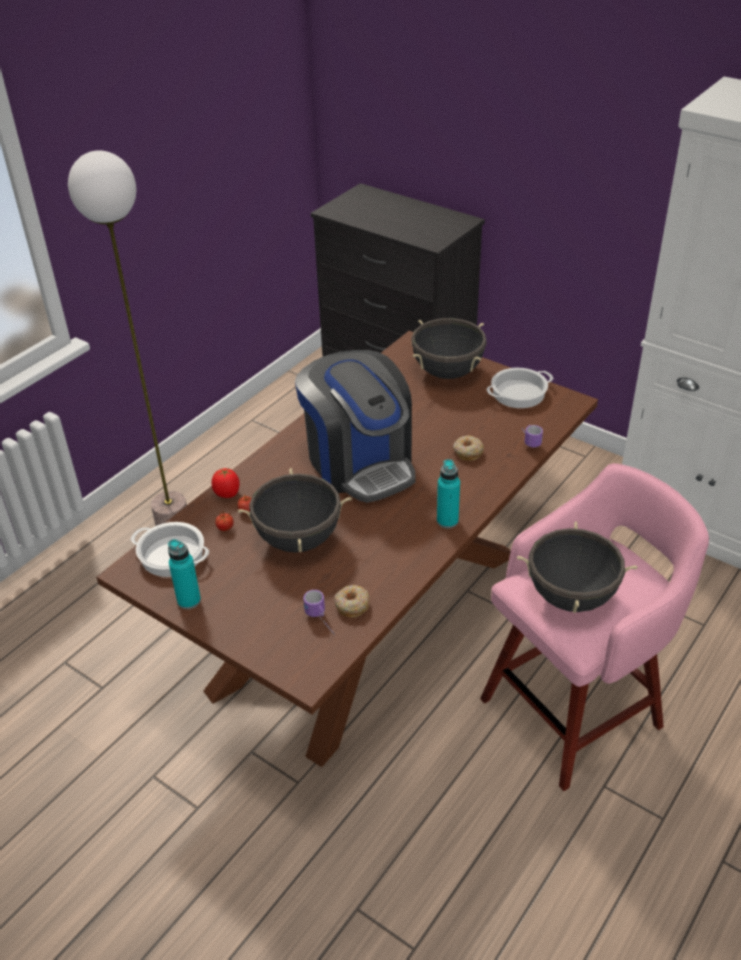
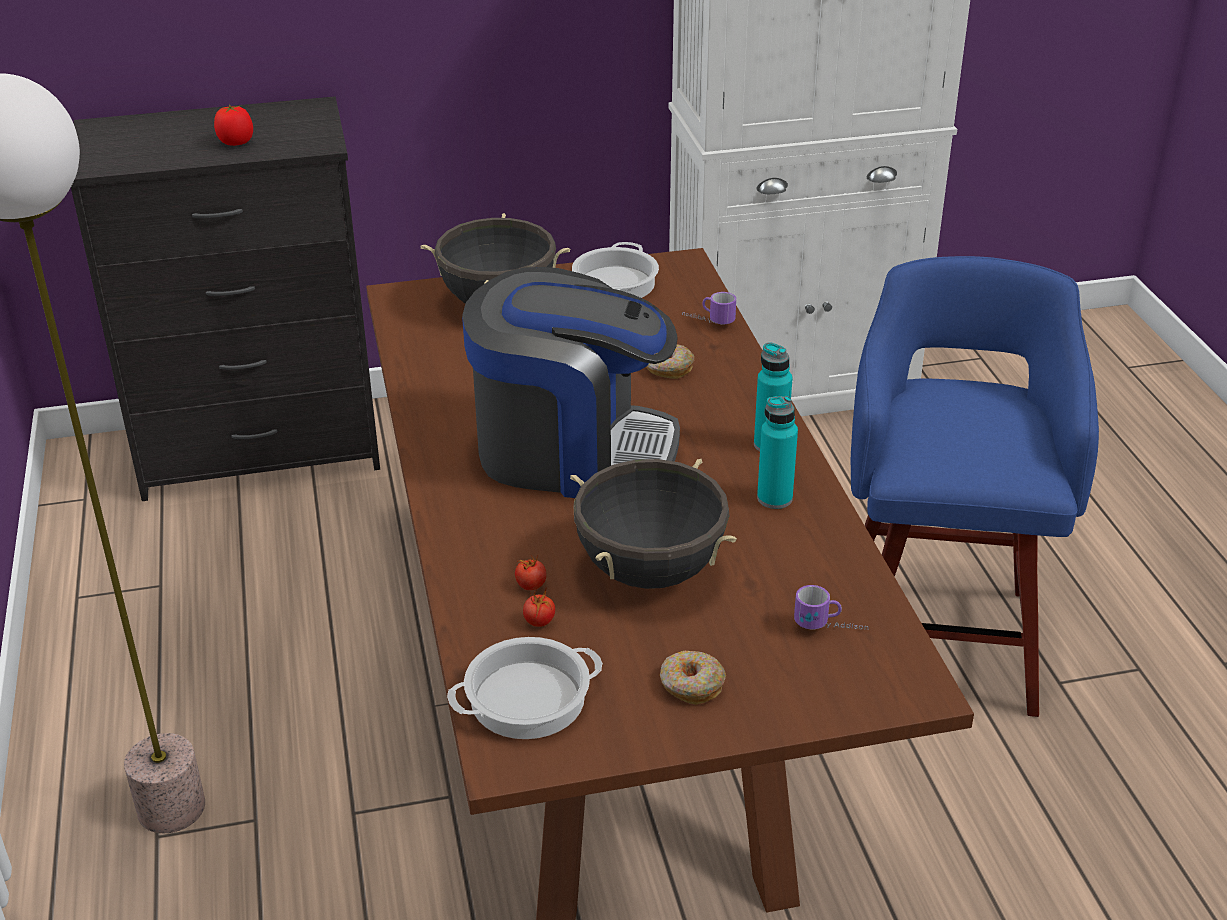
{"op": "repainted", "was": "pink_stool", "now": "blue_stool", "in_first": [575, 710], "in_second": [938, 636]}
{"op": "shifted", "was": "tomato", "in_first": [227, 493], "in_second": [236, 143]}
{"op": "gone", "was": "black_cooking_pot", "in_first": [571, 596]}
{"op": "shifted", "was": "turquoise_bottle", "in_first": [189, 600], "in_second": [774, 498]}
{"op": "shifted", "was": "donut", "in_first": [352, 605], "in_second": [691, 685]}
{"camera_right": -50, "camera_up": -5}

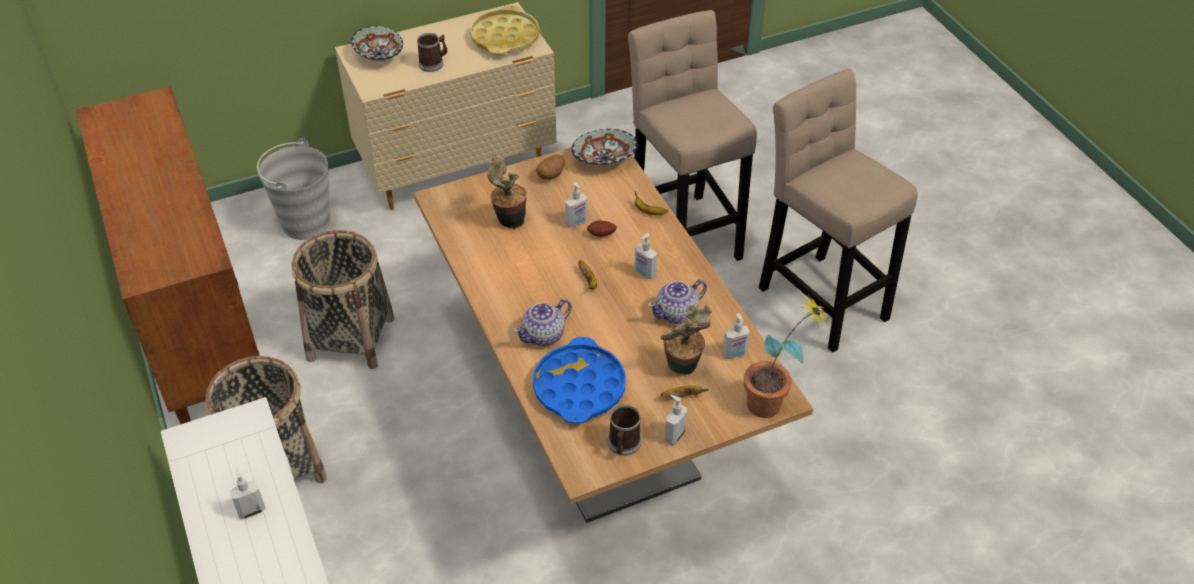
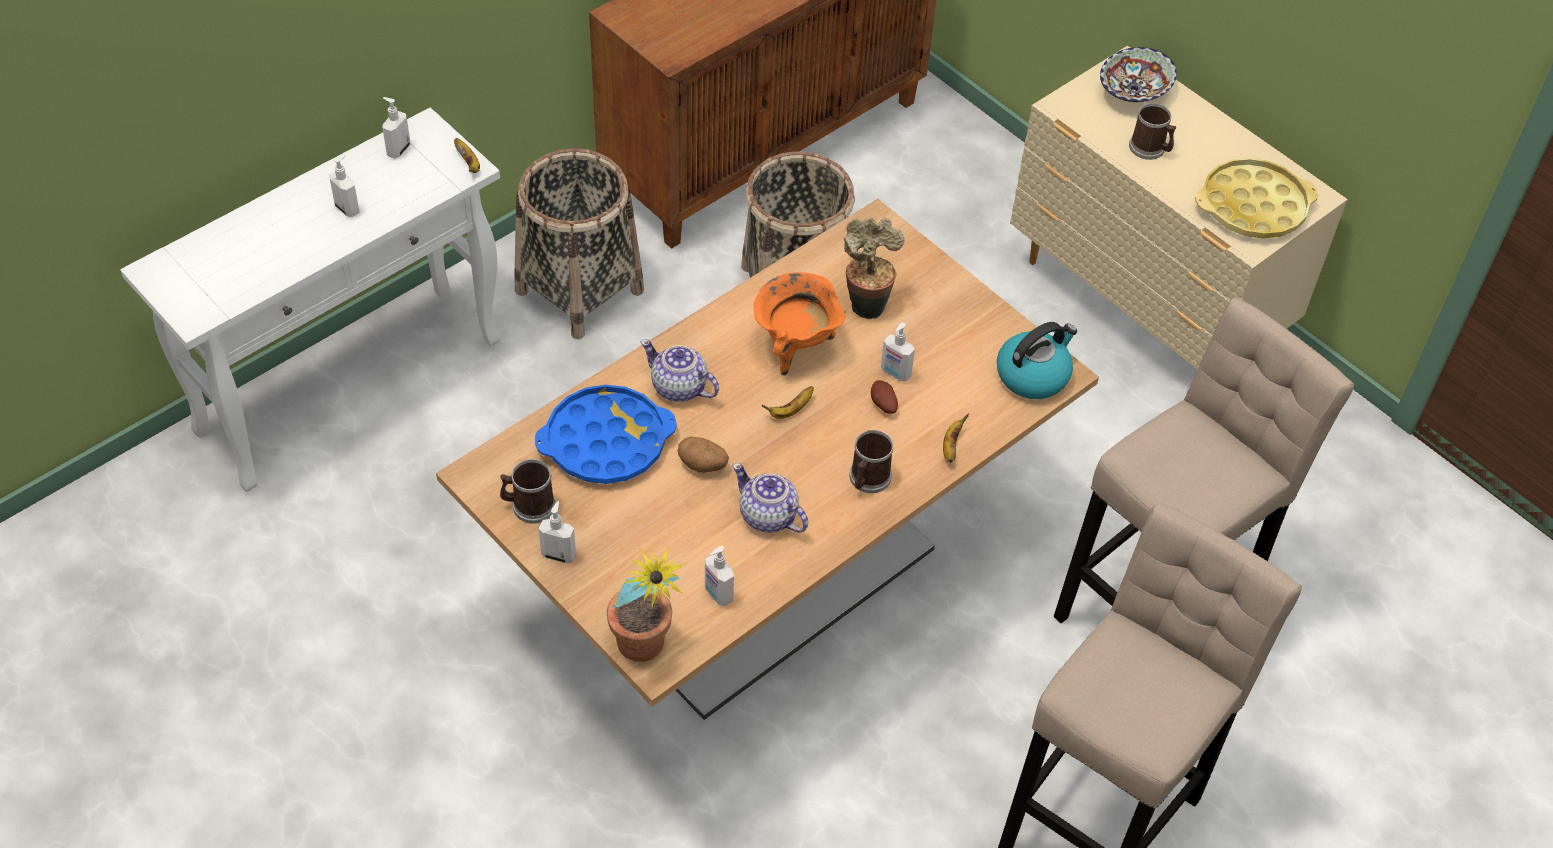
{"op": "swapped", "was": "bowl", "now": "kettle", "in_first": [604, 161], "in_second": [1033, 375]}
{"op": "gone", "was": "grey_bucket", "in_first": [305, 223]}
{"op": "shifted", "was": "potato", "in_first": [551, 175], "in_second": [703, 464]}
{"op": "shifted", "was": "soap_dispenser", "in_first": [644, 273], "in_second": [398, 149]}
{"op": "gone", "was": "potted_plant", "in_first": [683, 369]}
{"op": "shifted", "was": "banana", "in_first": [682, 396], "in_second": [469, 163]}
{"op": "new", "now": "orange_cooking_pot", "in_second": [795, 347]}
{"op": "new", "now": "mug", "in_second": [867, 480]}
{"camera_right": 70, "camera_up": 5}

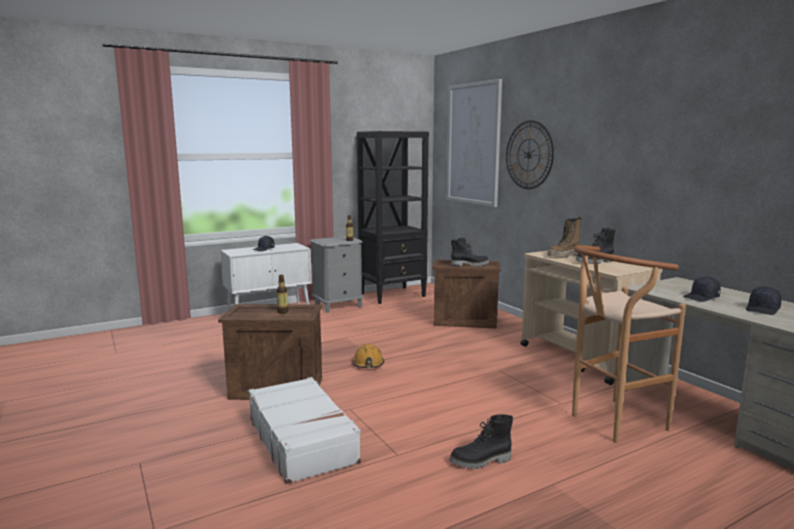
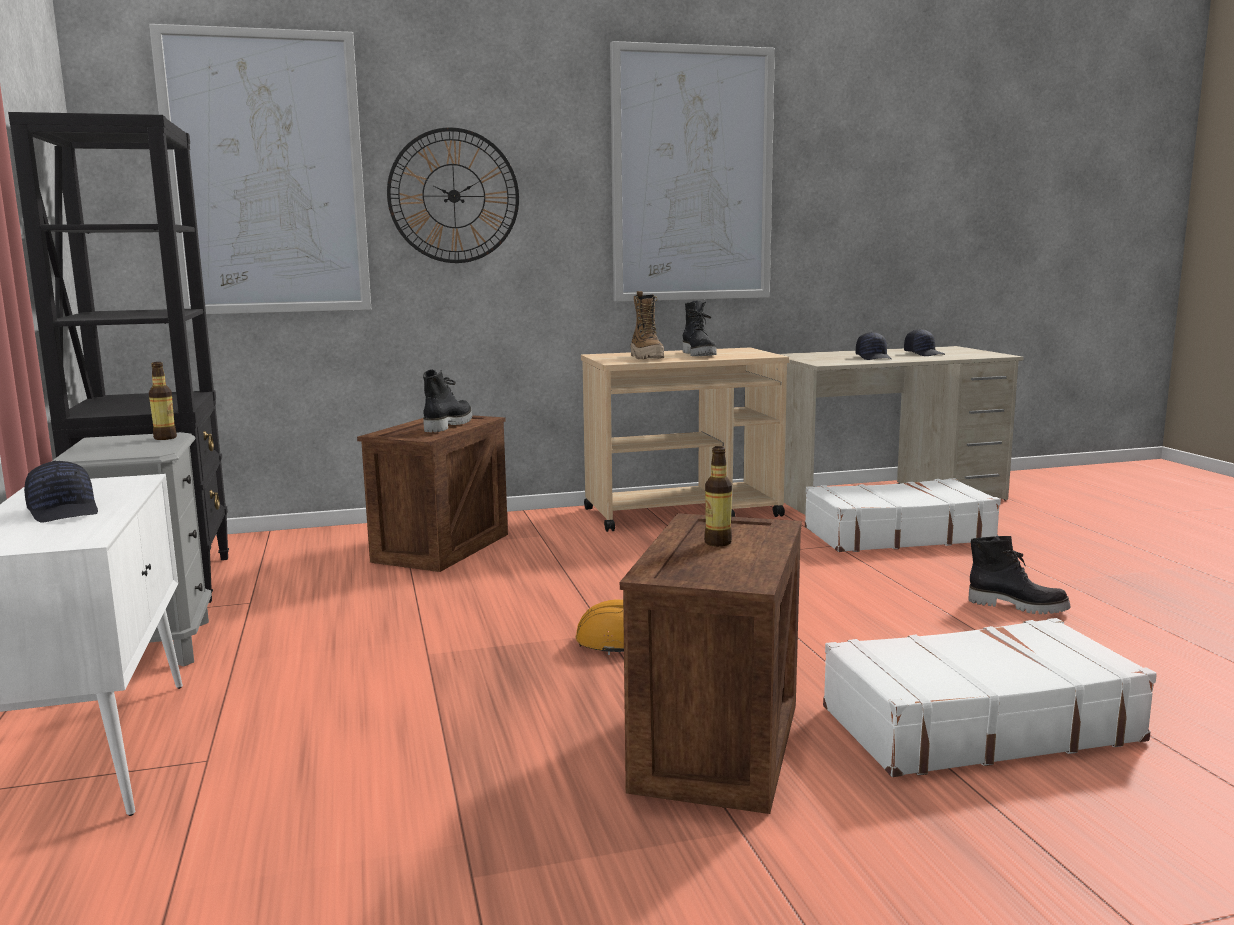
{"op": "swapped", "was": "brown_stool", "now": "white_suitcase", "in_first": [610, 423], "in_second": [897, 534]}
{"op": "rotated", "was": "black_boot", "in_first": [481, 462], "in_second": [1017, 606], "clockwise": -60}
{"op": "new", "now": "picture", "in_second": [692, 175]}
{"camera_right": -75, "camera_up": 0}

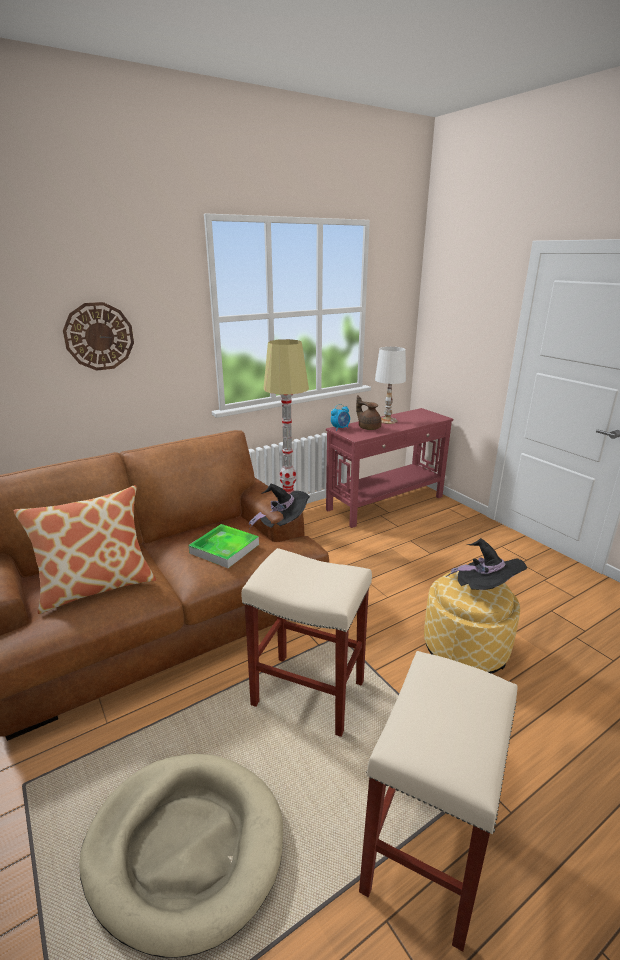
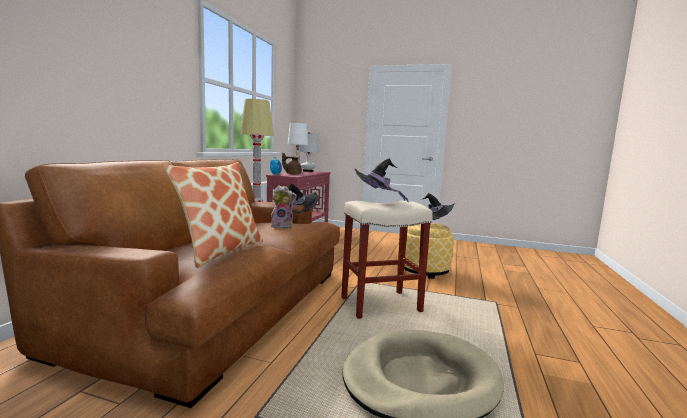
{"op": "gone", "was": "wall_clock", "in_first": [99, 336]}
{"op": "swapped", "was": "tray", "now": "plush_toy", "in_first": [224, 549], "in_second": [282, 226]}
{"op": "gone", "was": "beige_stool", "in_first": [427, 855]}
{"op": "new", "now": "white_table_lamp", "in_second": [308, 171]}
{"op": "new", "now": "black_hat", "in_second": [376, 201]}
{"camera_right": -40, "camera_up": -15}

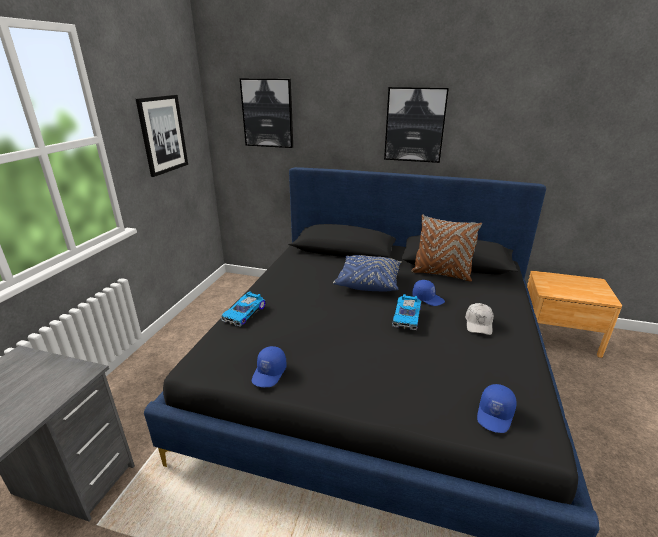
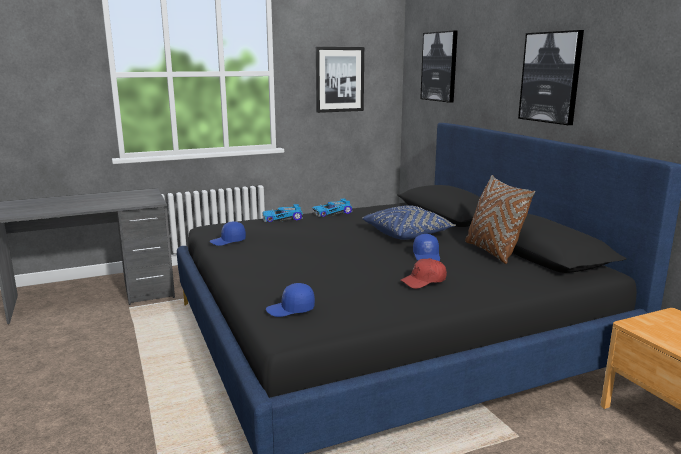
{"op": "shifted", "was": "toy_car", "in_first": [407, 317], "in_second": [332, 213]}
{"op": "repainted", "was": "white_cap", "now": "red_cap", "in_first": [478, 324], "in_second": [424, 281]}
{"camera_right": 50, "camera_up": -10}

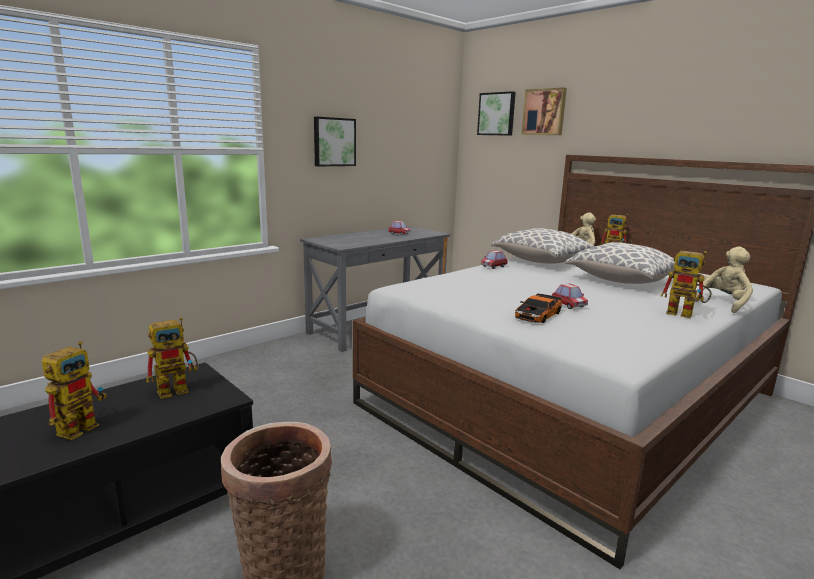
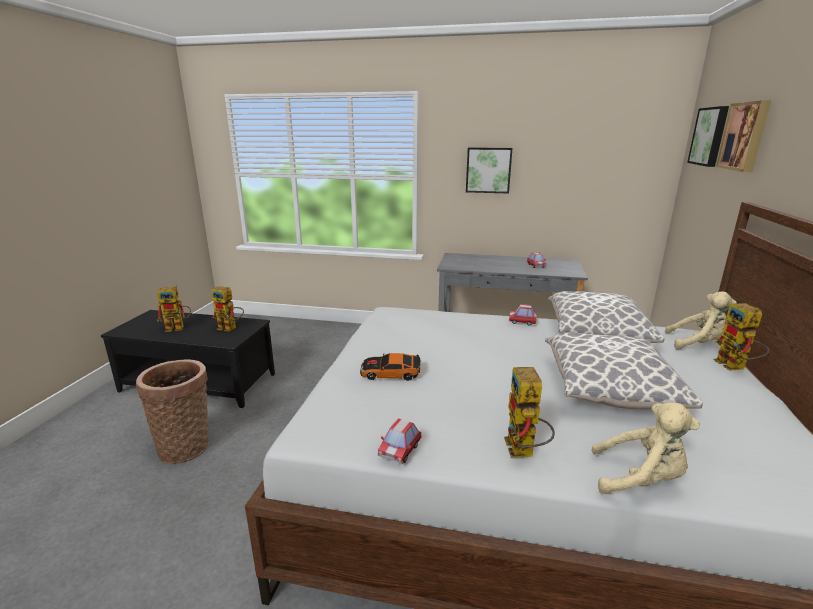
{"op": "shifted", "was": "toy_car", "in_first": [568, 305], "in_second": [400, 450]}
{"camera_right": 55, "camera_up": 5}

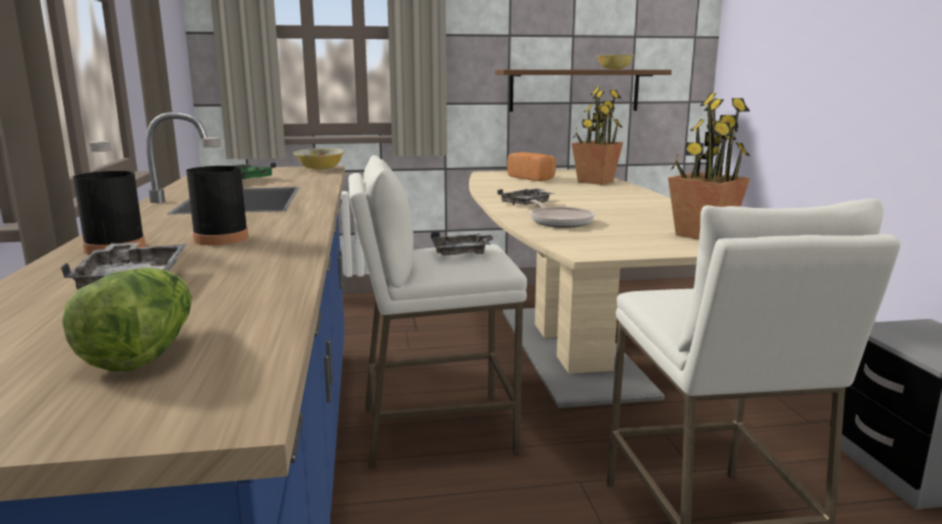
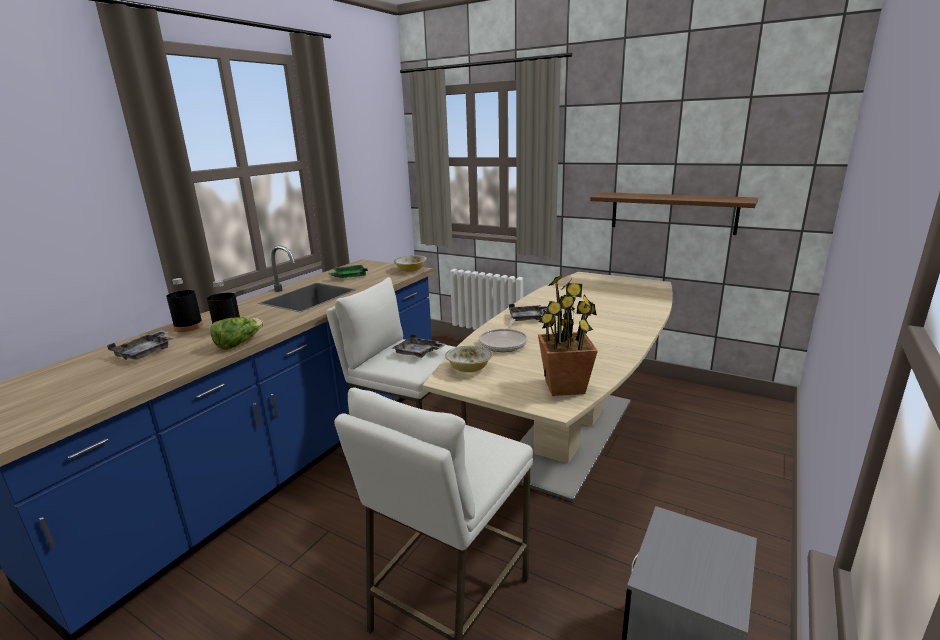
{"op": "shifted", "was": "bowl", "in_first": [614, 69], "in_second": [469, 368]}
{"op": "gone", "was": "potted_plant", "in_first": [595, 181]}
{"op": "gone", "was": "bread", "in_first": [532, 178]}
{"op": "shifted", "was": "lettuce", "in_first": [142, 351], "in_second": [238, 343]}
{"camera_right": 40, "camera_up": 5}

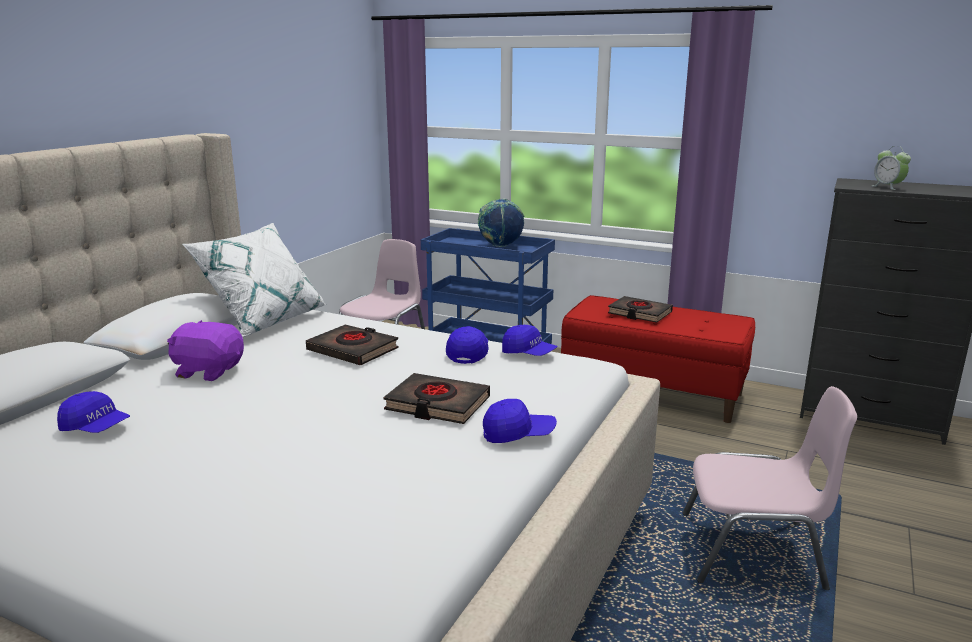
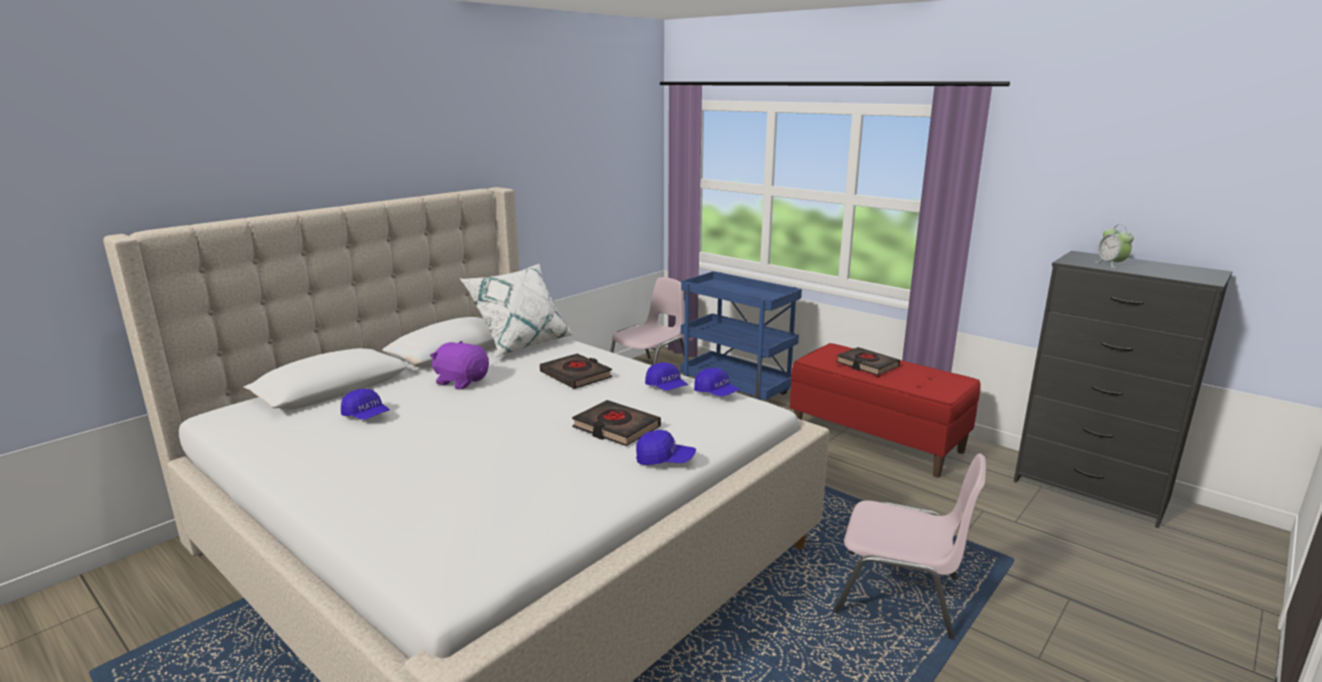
{"op": "gone", "was": "globe", "in_first": [500, 246]}
{"op": "rotated", "was": "blue_cap", "in_first": [468, 353], "in_second": [666, 387], "clockwise": 120}
{"camera_right": 15, "camera_up": 0}

